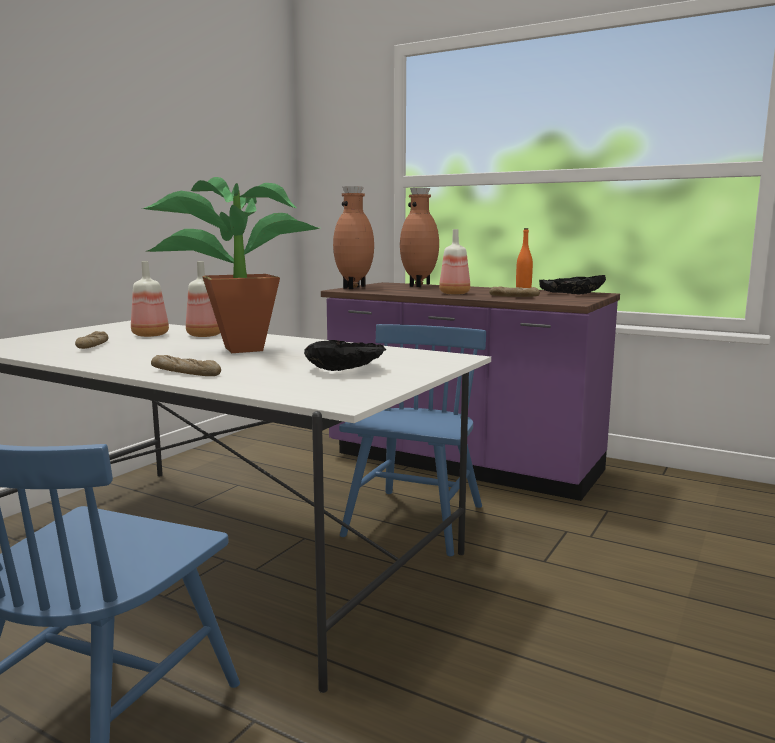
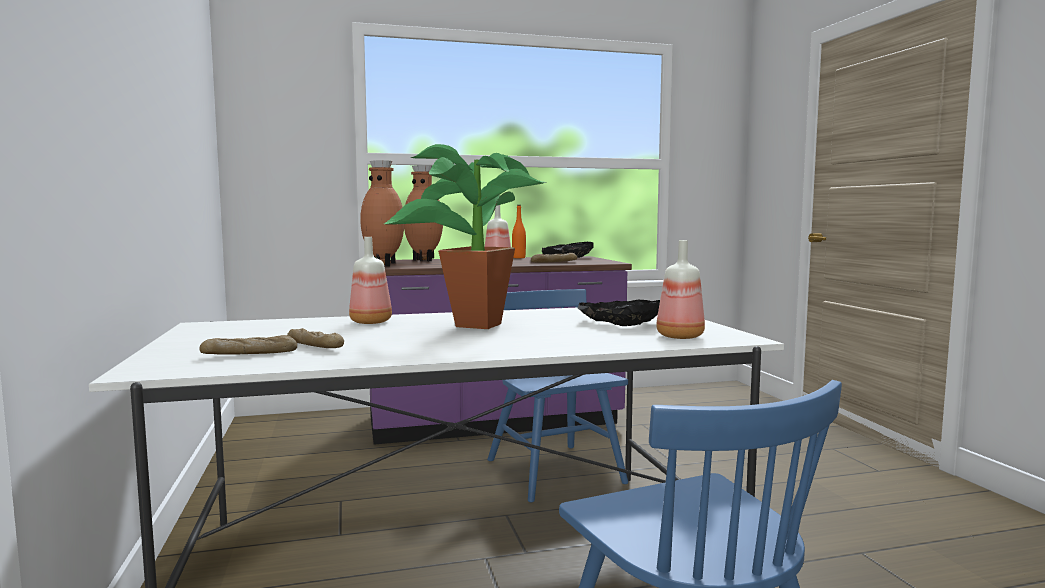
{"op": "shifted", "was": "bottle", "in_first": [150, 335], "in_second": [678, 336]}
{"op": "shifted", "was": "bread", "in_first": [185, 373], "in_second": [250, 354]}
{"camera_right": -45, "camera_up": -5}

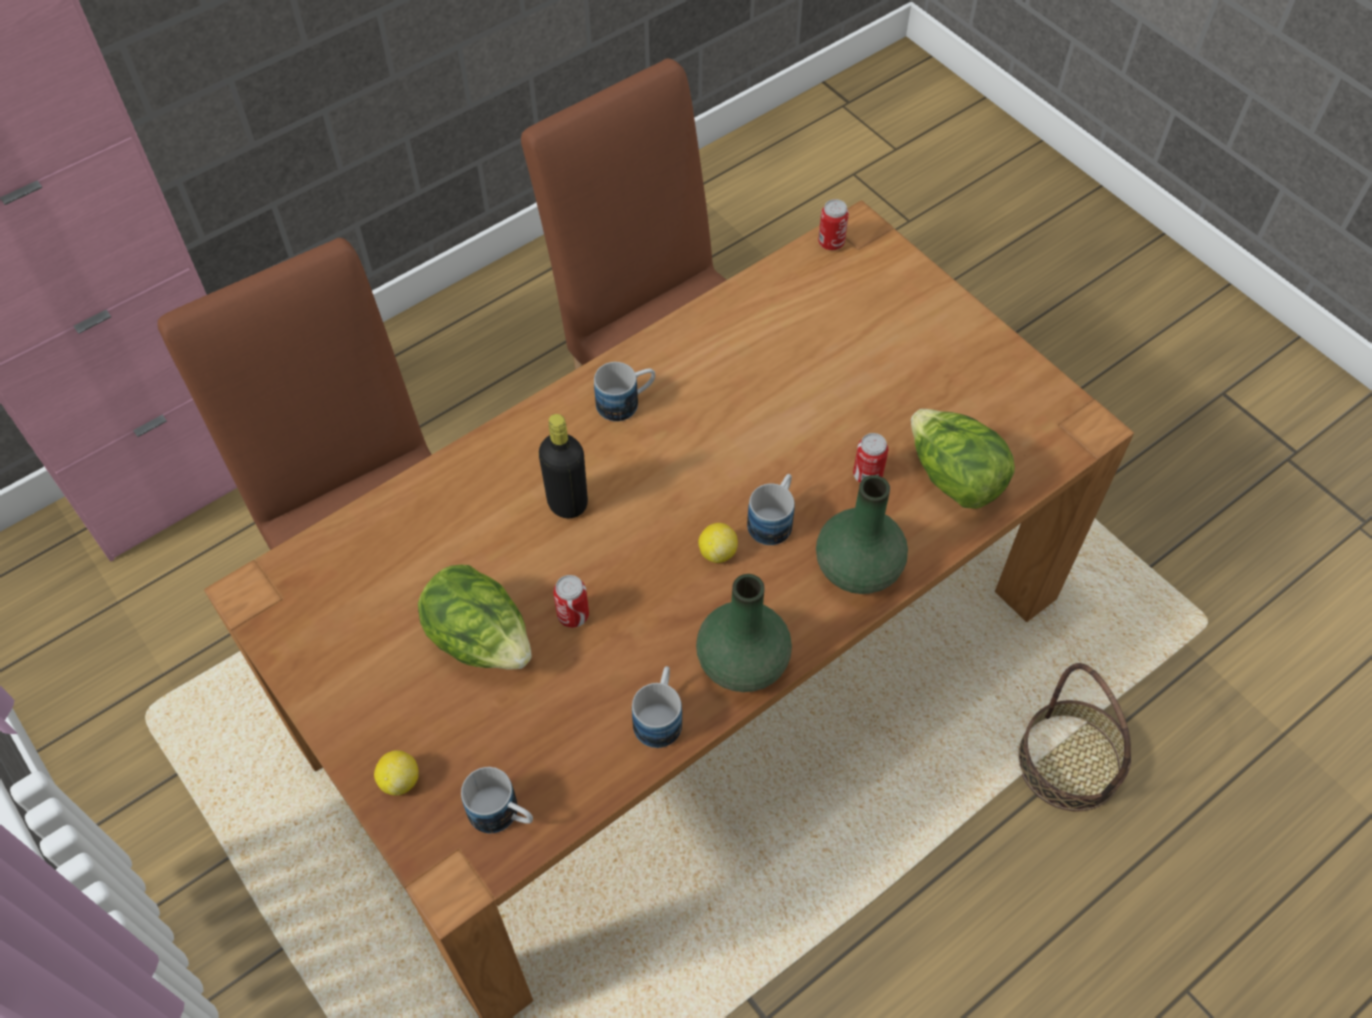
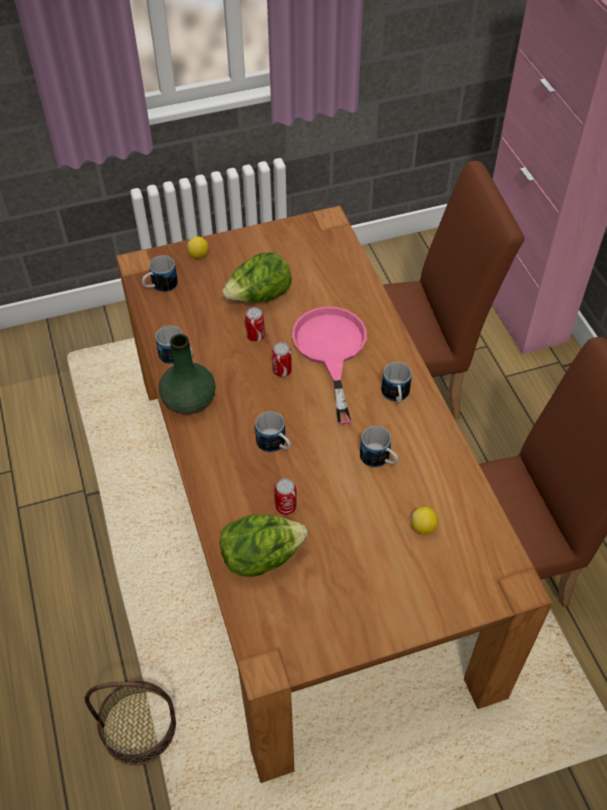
{"op": "shifted", "was": "can", "in_first": [831, 243], "in_second": [282, 371]}
{"op": "swapped", "was": "black_bottle", "now": "pink_frying_pan", "in_first": [567, 503], "in_second": [330, 350]}
{"op": "gone", "was": "green_vase", "in_first": [858, 566]}
{"op": "shifted", "was": "lemon", "in_first": [717, 552], "in_second": [423, 527]}
{"op": "new", "now": "mug", "in_second": [379, 460]}
{"camera_right": 110, "camera_up": -5}

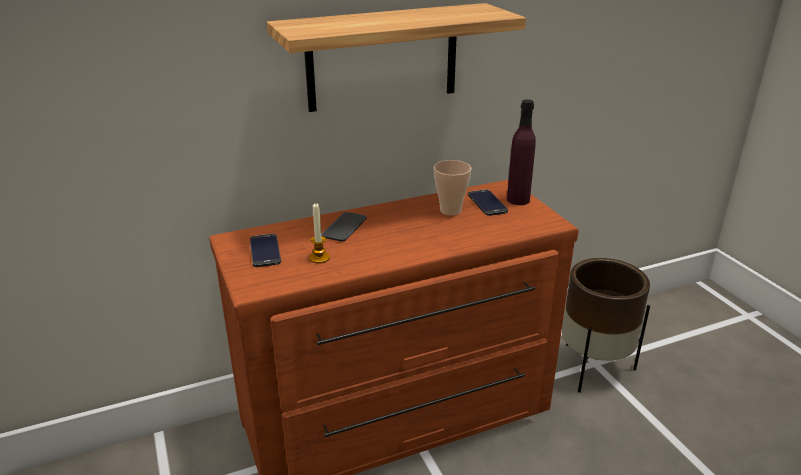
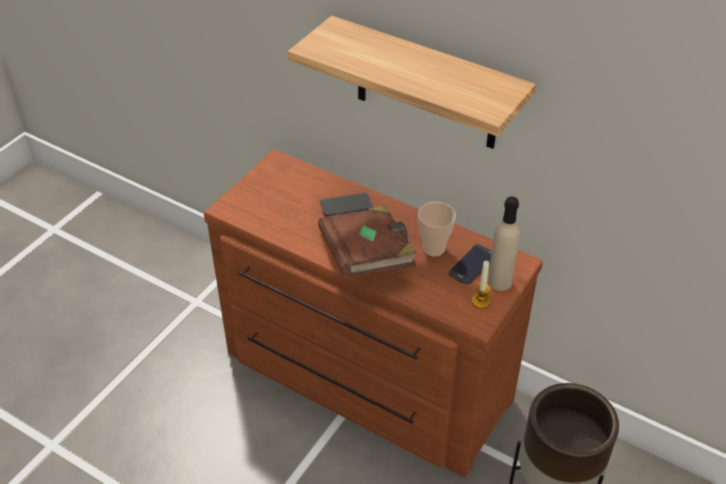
{"op": "repainted", "was": "purple_bottle", "now": "beige_bottle", "in_first": [518, 200], "in_second": [499, 281]}
{"op": "shifted", "was": "candle", "in_first": [319, 258], "in_second": [481, 301]}
{"op": "gone", "was": "phone", "in_first": [265, 251]}
{"op": "new", "now": "brown_book", "in_second": [367, 257]}
{"camera_right": 55, "camera_up": 15}

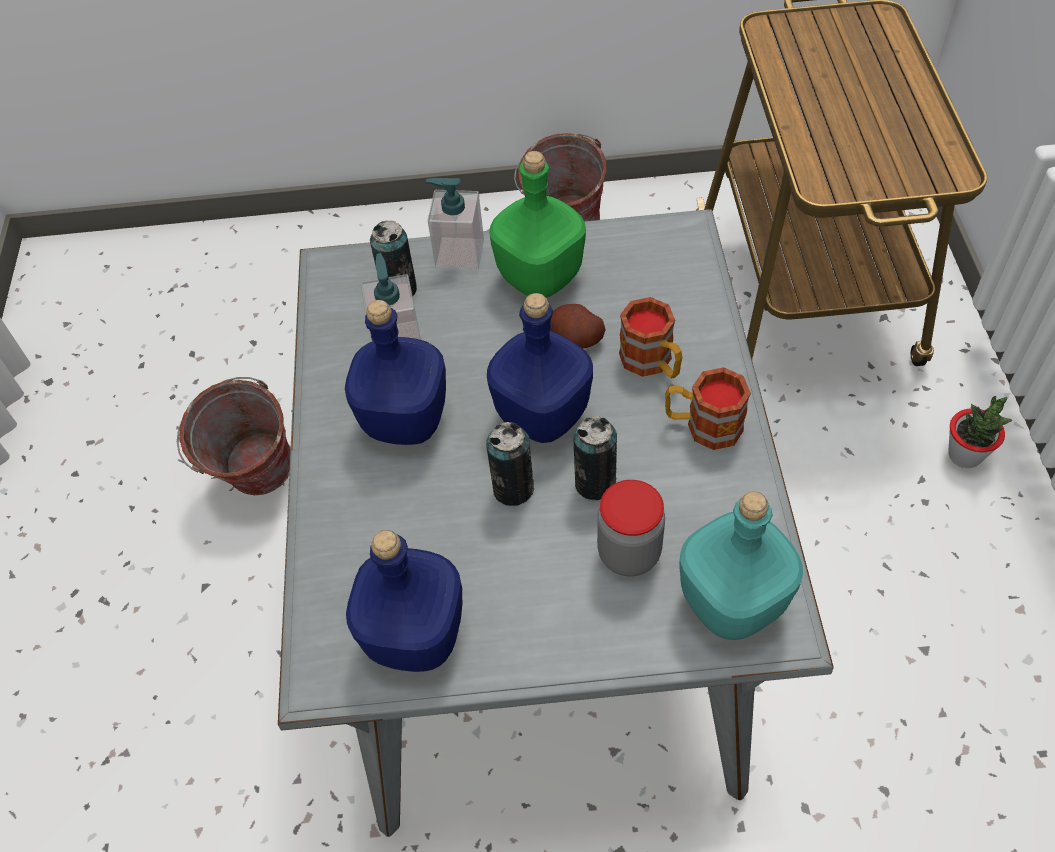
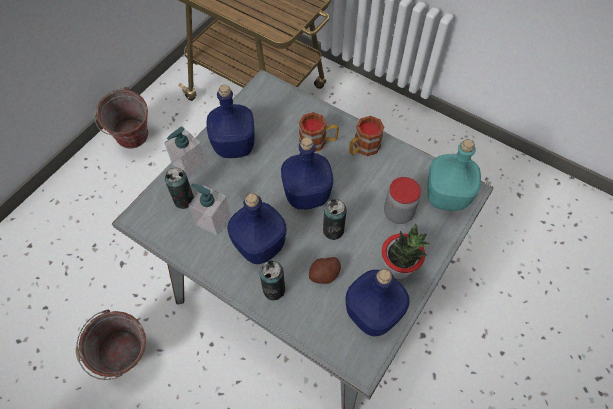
{"op": "repainted", "was": "green_bottle", "now": "blue_bottle", "in_first": [539, 278], "in_second": [234, 147]}
{"op": "shifted", "was": "potato", "in_first": [576, 338], "in_second": [324, 274]}
{"op": "shifted", "was": "potted_plant", "in_first": [965, 455], "in_second": [398, 267]}
{"op": "shifted", "was": "can", "in_first": [595, 483], "in_second": [274, 290]}
{"camera_right": -55, "camera_up": 5}

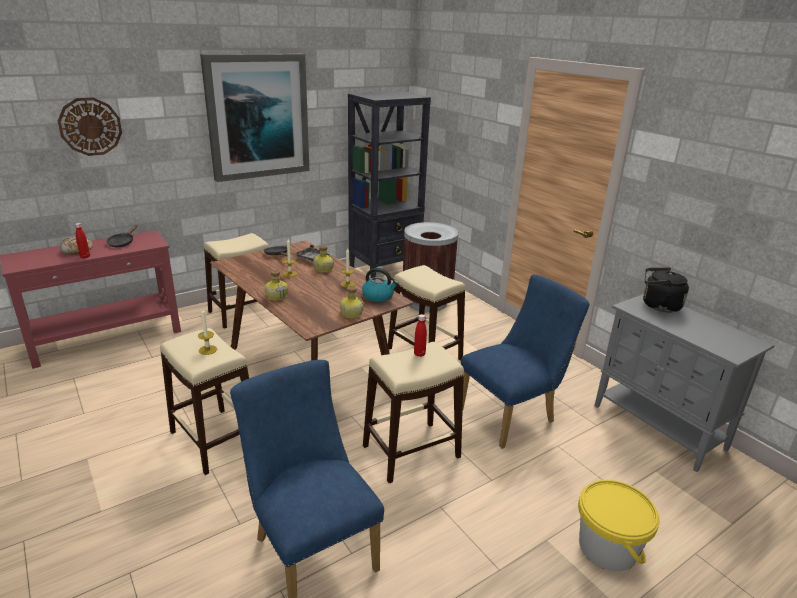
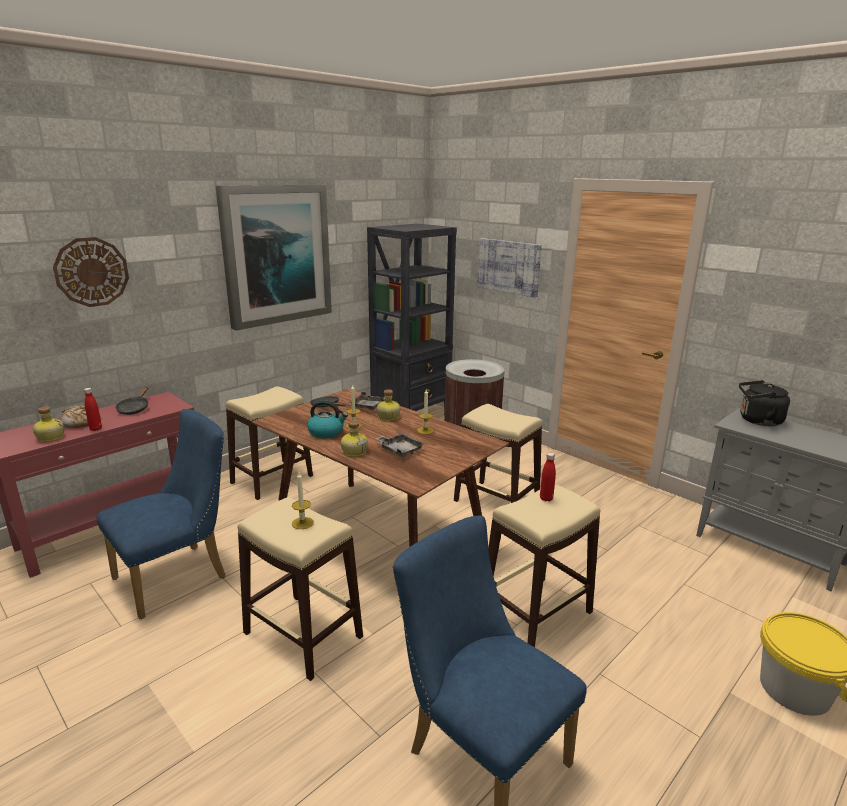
{"op": "shifted", "was": "kettle", "in_first": [378, 296], "in_second": [326, 432]}
{"op": "shifted", "was": "blue_chair", "in_first": [512, 415], "in_second": [179, 576]}
{"op": "shifted", "was": "bottle", "in_first": [351, 313], "in_second": [50, 437]}
{"op": "new", "now": "picture", "in_second": [508, 266]}
{"op": "new", "now": "grey_tray", "in_second": [400, 450]}
{"camera_right": -10, "camera_up": -5}

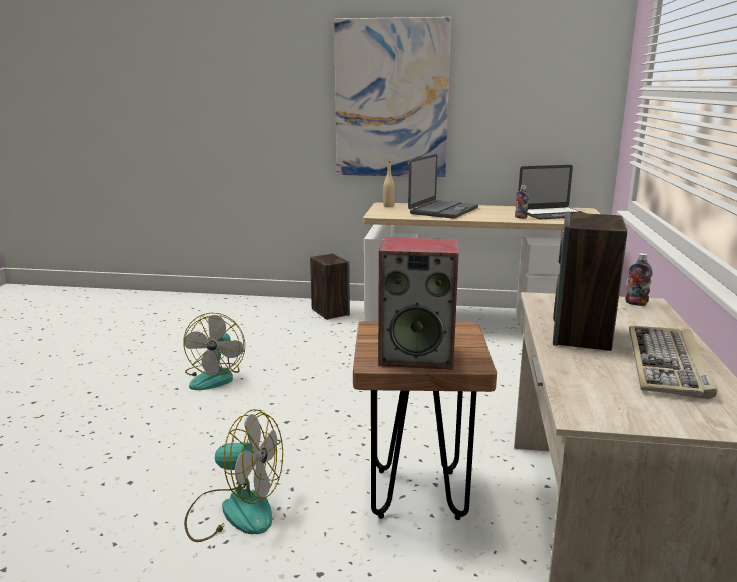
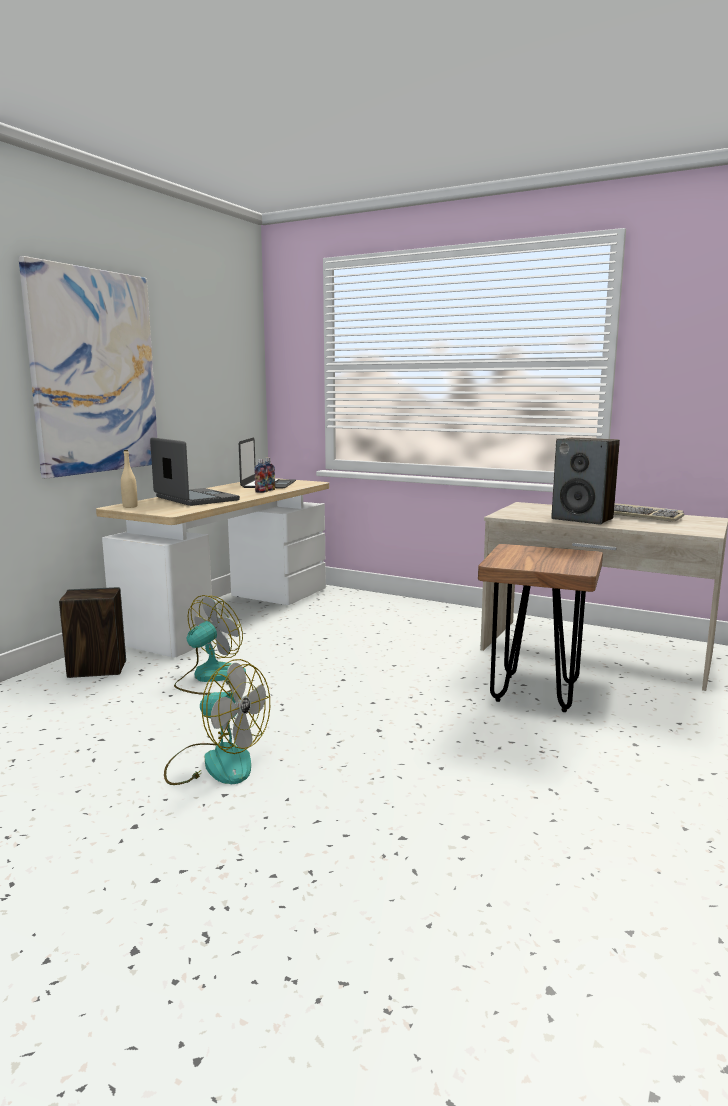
{"op": "gone", "was": "speaker", "in_first": [417, 355]}
{"op": "shifted", "was": "bottle", "in_first": [636, 303], "in_second": [261, 492]}
{"op": "shifted", "was": "fan", "in_first": [234, 510], "in_second": [209, 678]}
{"camera_right": -70, "camera_up": -5}

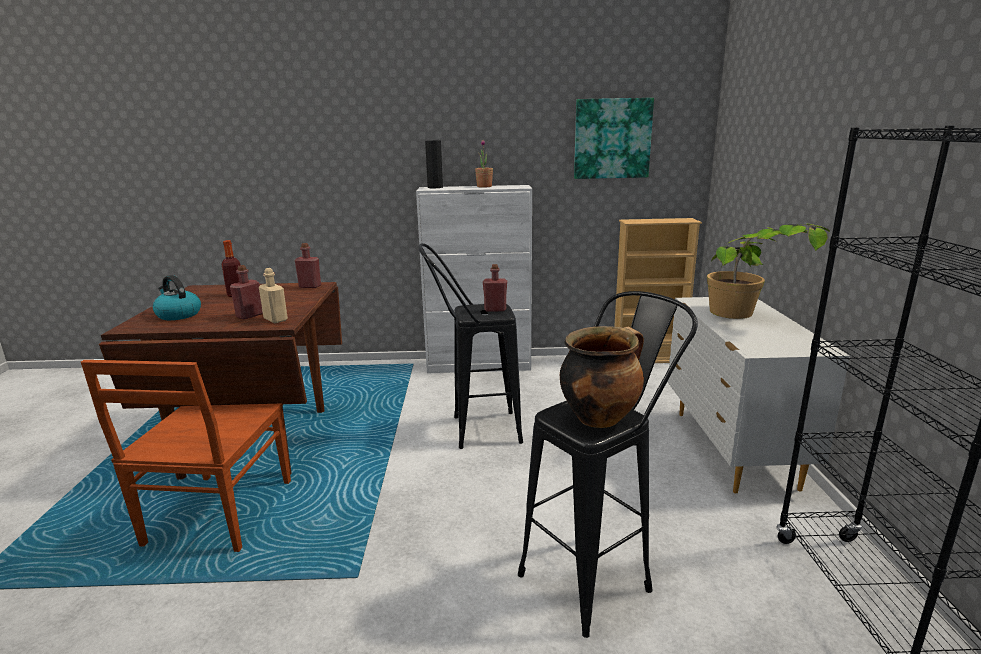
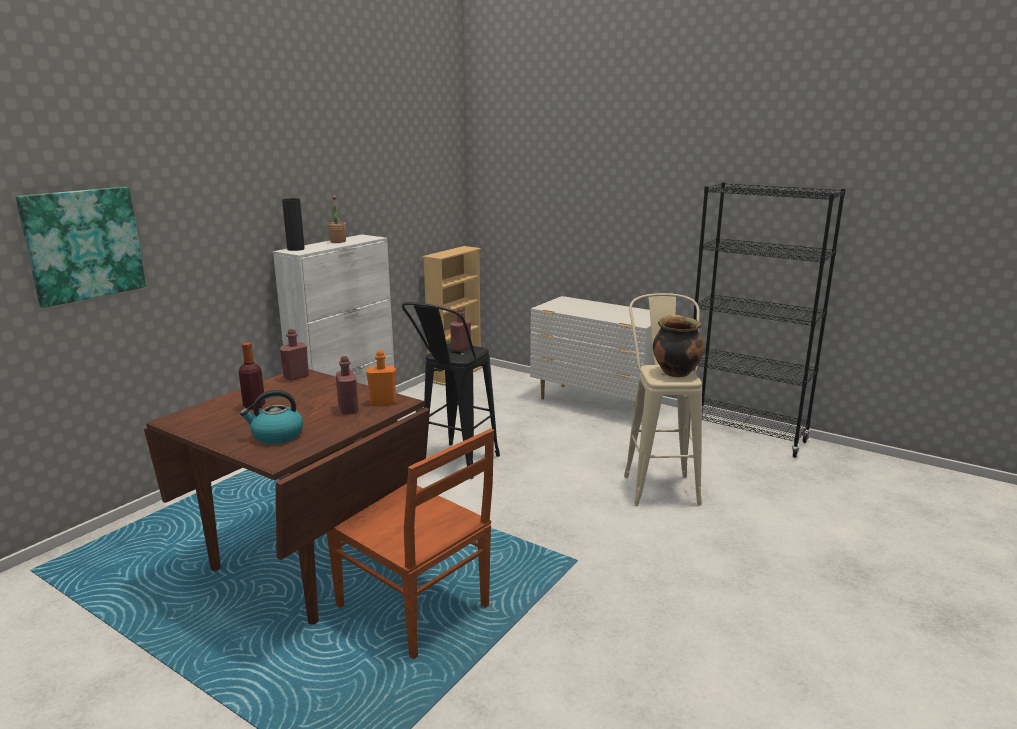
{"op": "shifted", "was": "picture", "in_first": [612, 139], "in_second": [83, 244]}
{"op": "gone", "was": "potted_plant", "in_first": [748, 318]}
{"op": "repainted", "was": "beige_bottle", "now": "orange_bottle", "in_first": [275, 319], "in_second": [383, 402]}
{"op": "repainted", "was": "black_stool", "now": "beige_stool", "in_first": [598, 574], "in_second": [658, 484]}
{"camera_right": -55, "camera_up": 0}

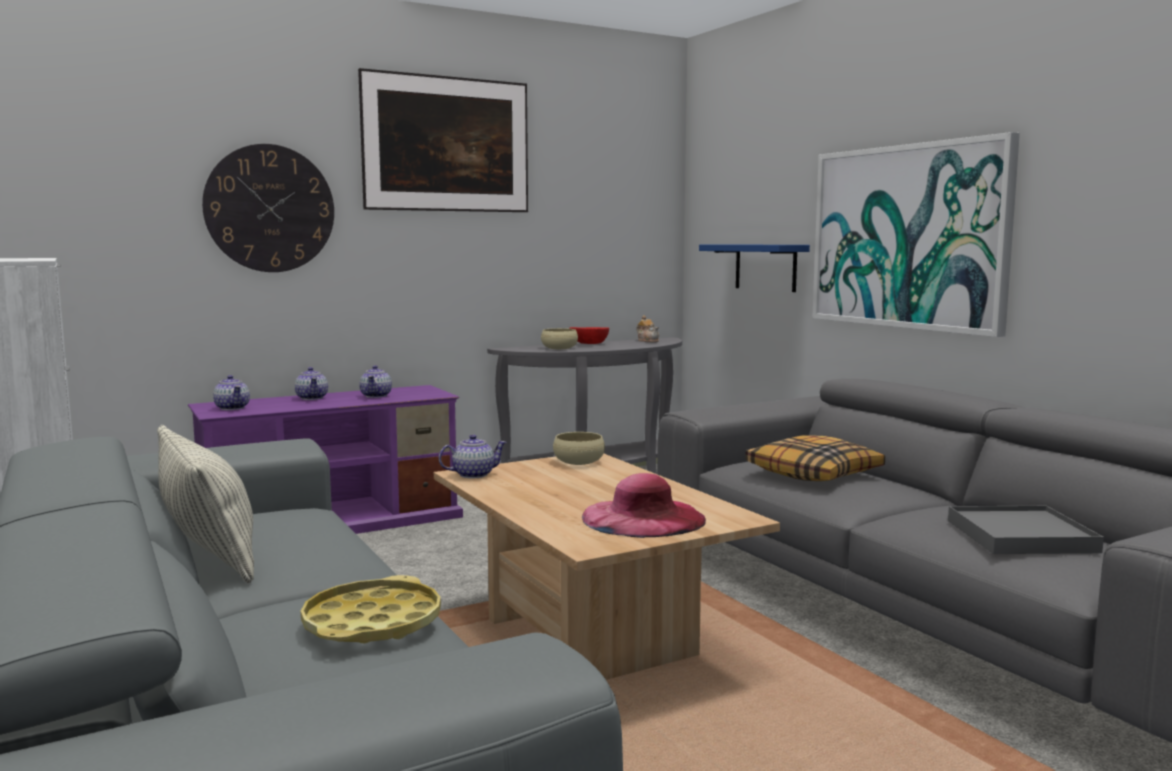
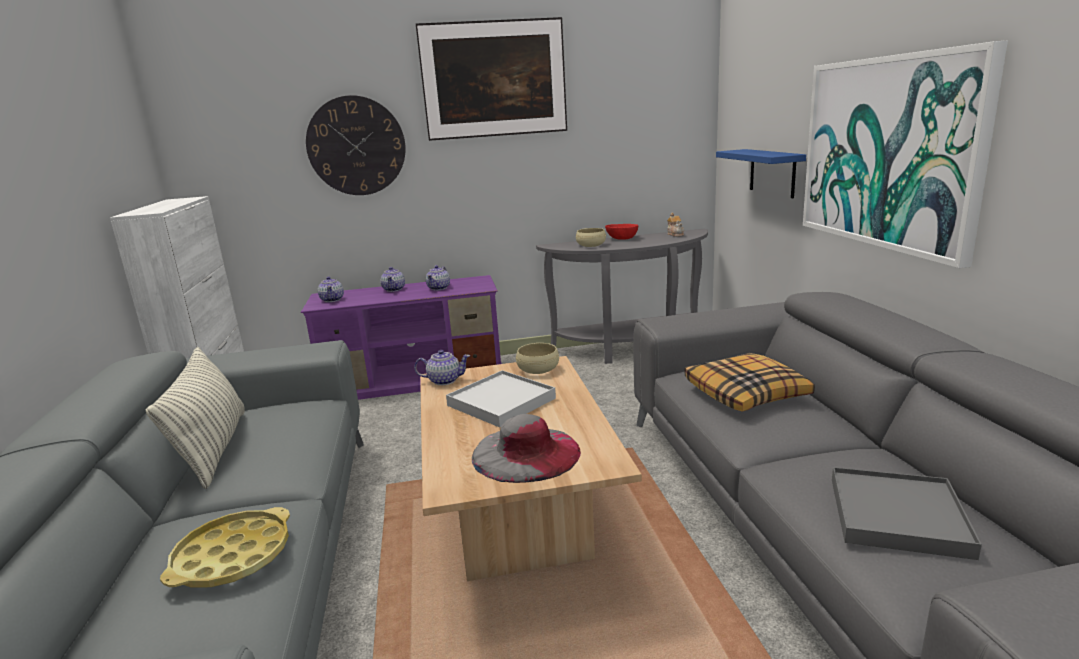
{"op": "repainted", "was": "pink_hat", "now": "grey_hat", "in_first": [643, 518], "in_second": [526, 453]}
{"op": "new", "now": "white_tray", "in_second": [501, 402]}
{"camera_right": 20, "camera_up": 10}

